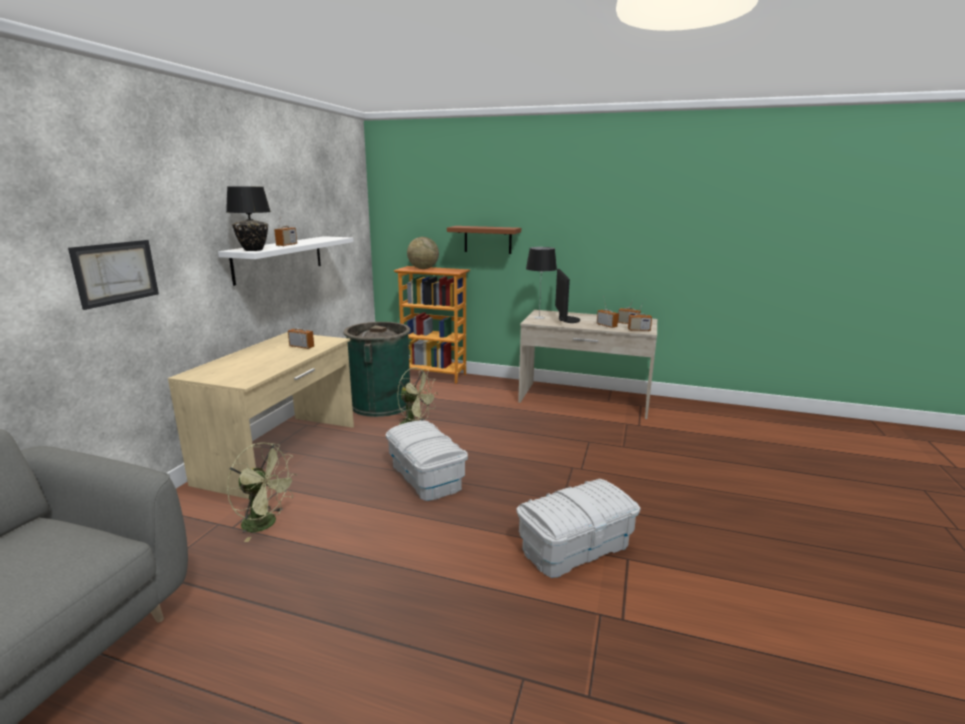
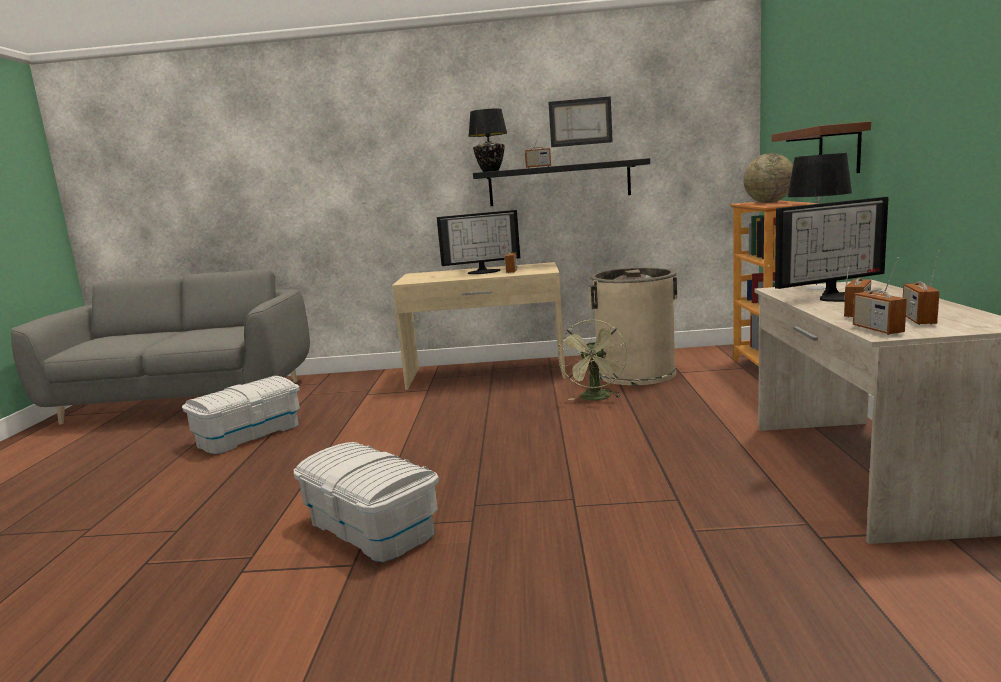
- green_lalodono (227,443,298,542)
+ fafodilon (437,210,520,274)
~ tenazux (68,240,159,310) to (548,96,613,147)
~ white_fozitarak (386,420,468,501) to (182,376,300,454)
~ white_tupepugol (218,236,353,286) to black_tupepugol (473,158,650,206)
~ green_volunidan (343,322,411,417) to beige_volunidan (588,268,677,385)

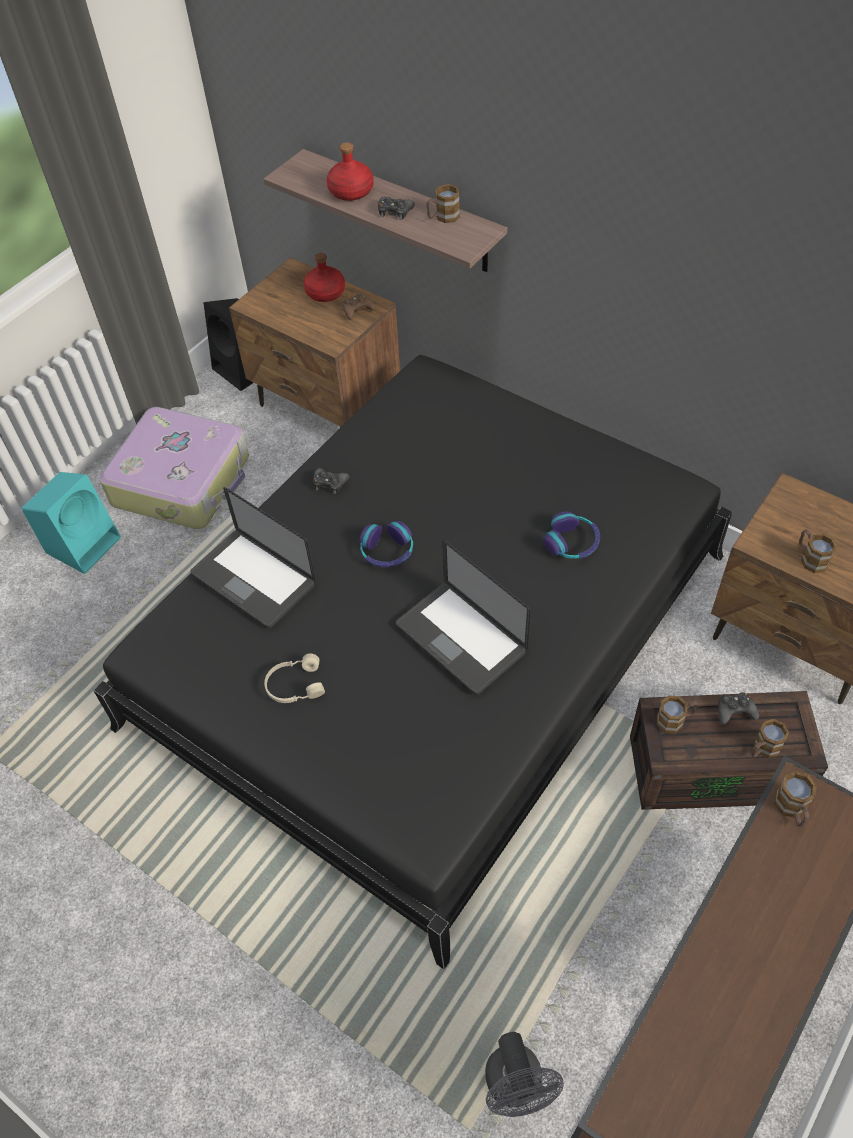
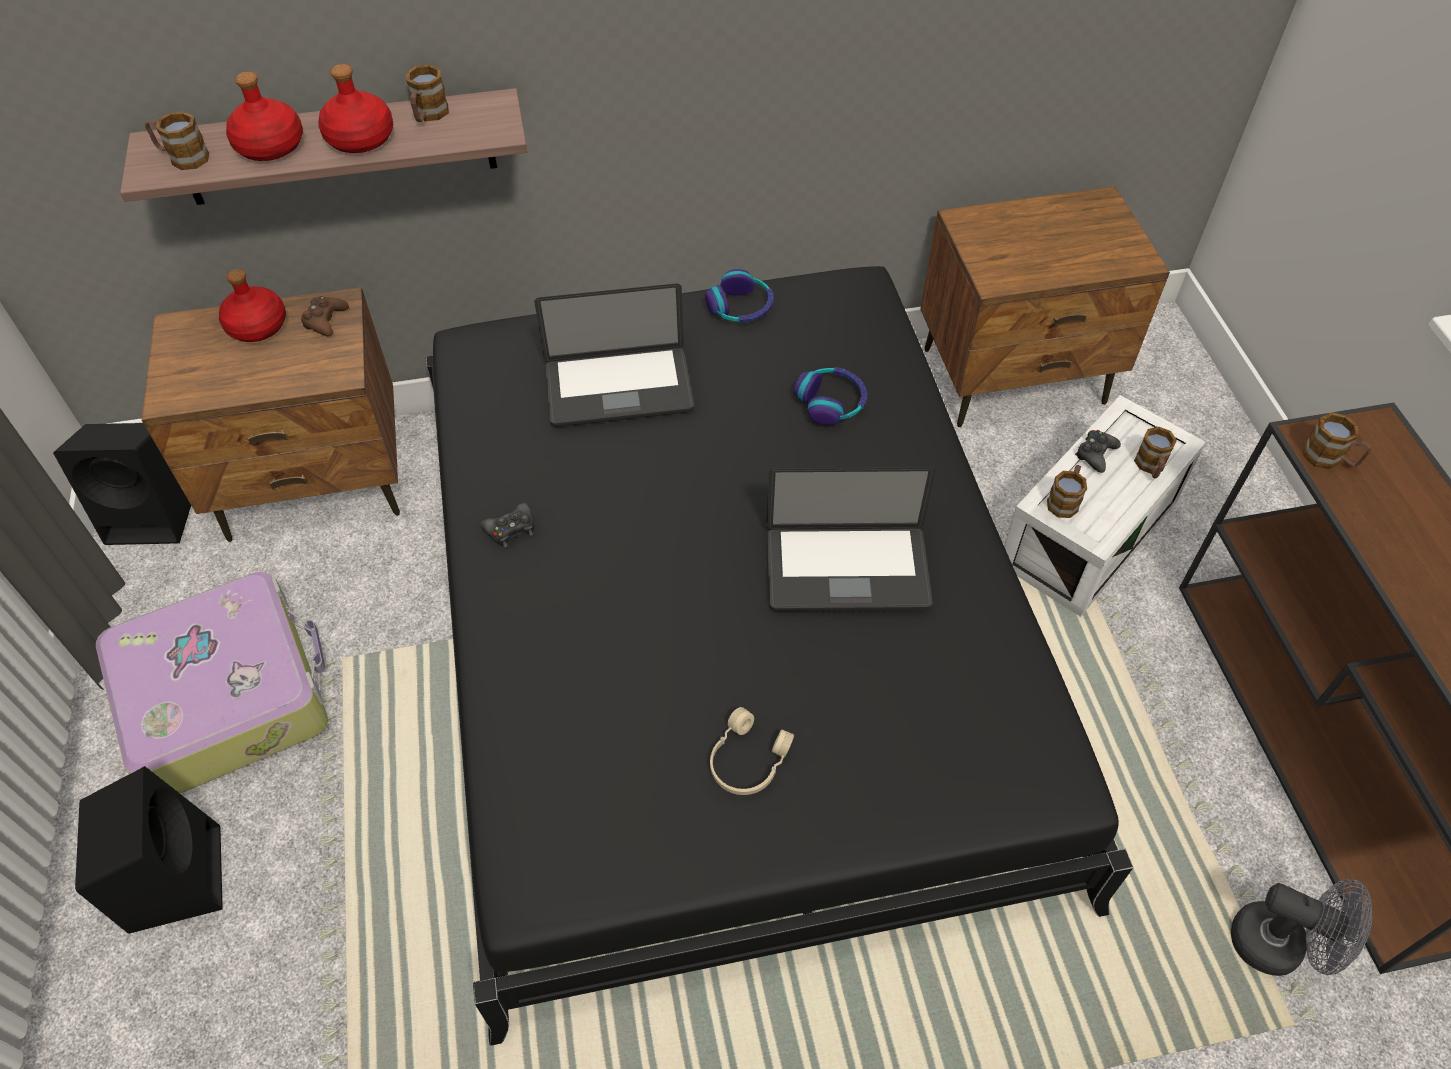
~ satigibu (190,487,316,628) to (534,283,694,427)
~ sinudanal (359,521,413,567) to (705,269,774,322)
~ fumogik (799,529,837,573) to (145,111,209,170)
~ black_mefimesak (378,197,415,220) to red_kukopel (318,64,393,153)
~ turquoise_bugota (22,472,121,574) to black_bugota (75,766,223,934)
~ brown_fozitarak (630,691,828,810) to white_fozitarak (1004,395,1206,617)

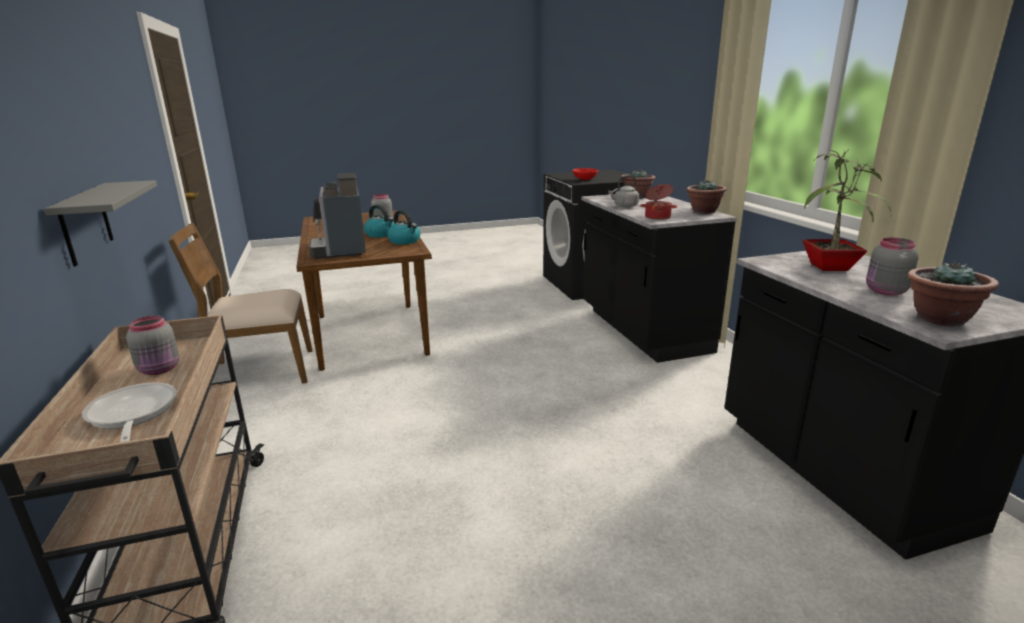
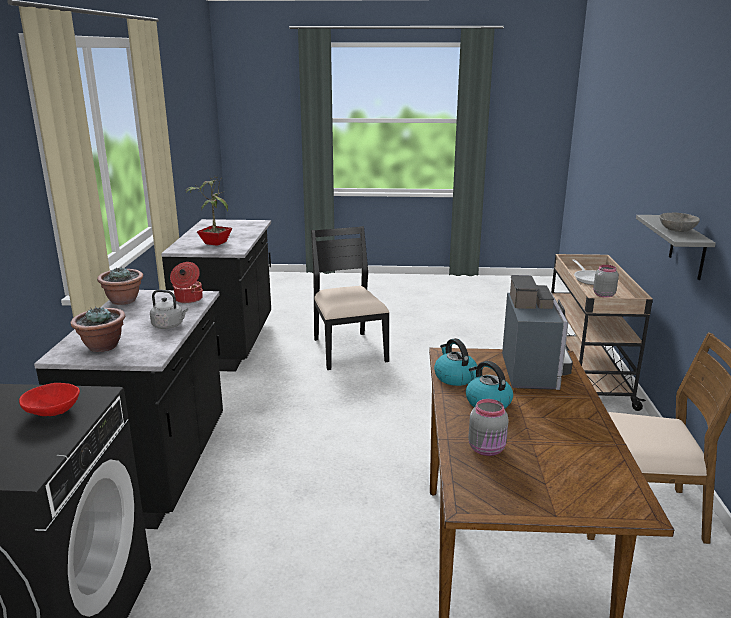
- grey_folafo (866,238,919,296)
- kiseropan (908,261,999,326)
+ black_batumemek (311,226,390,370)
+ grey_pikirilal (659,213,700,232)

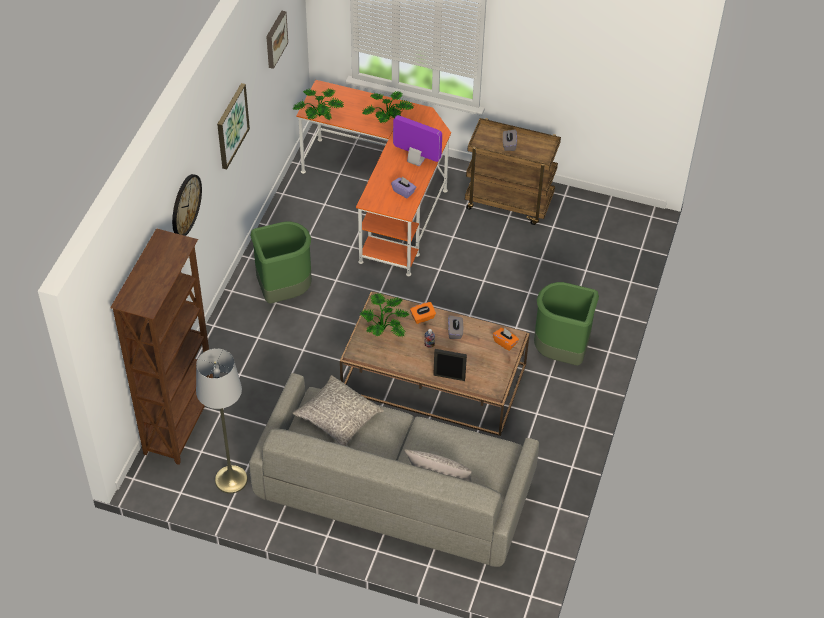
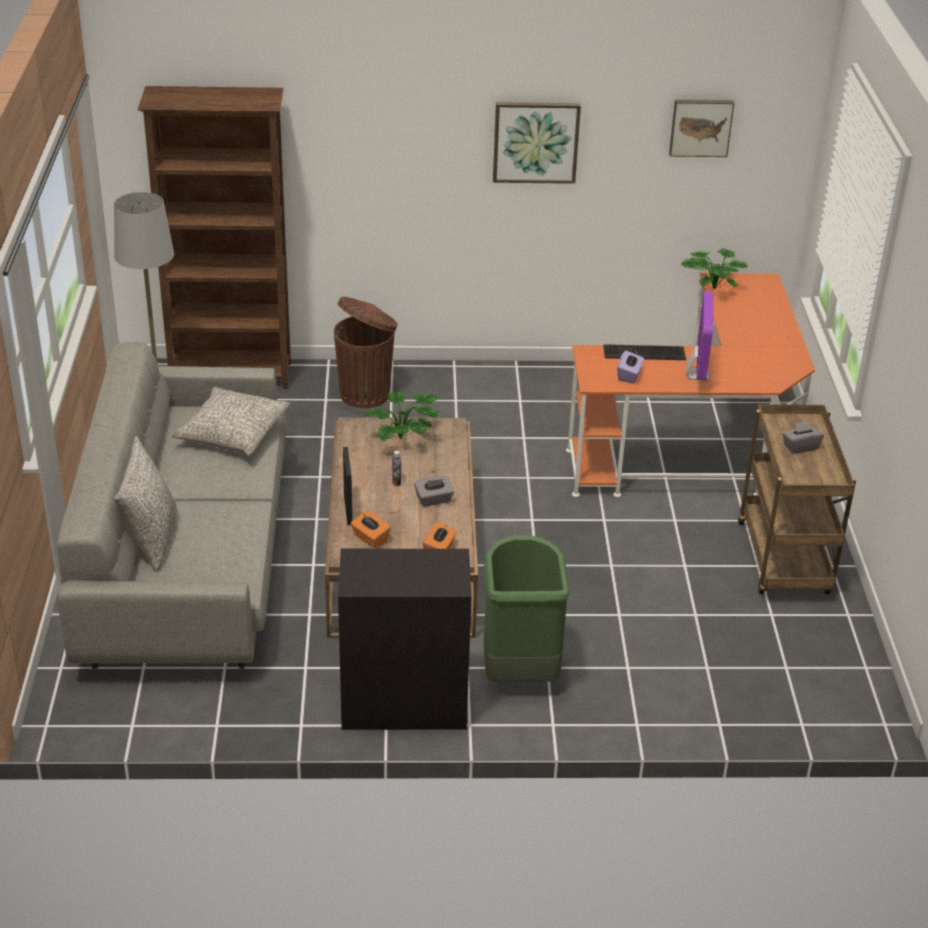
- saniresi (172,174,202,236)
- green_volunidan (250,221,312,304)
- kiseropan (362,91,414,123)
+ brown_volunidan (334,297,398,408)
+ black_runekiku (338,549,472,730)
+ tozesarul (603,344,686,360)
~ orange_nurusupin (410,302,436,324) to (351,510,391,548)

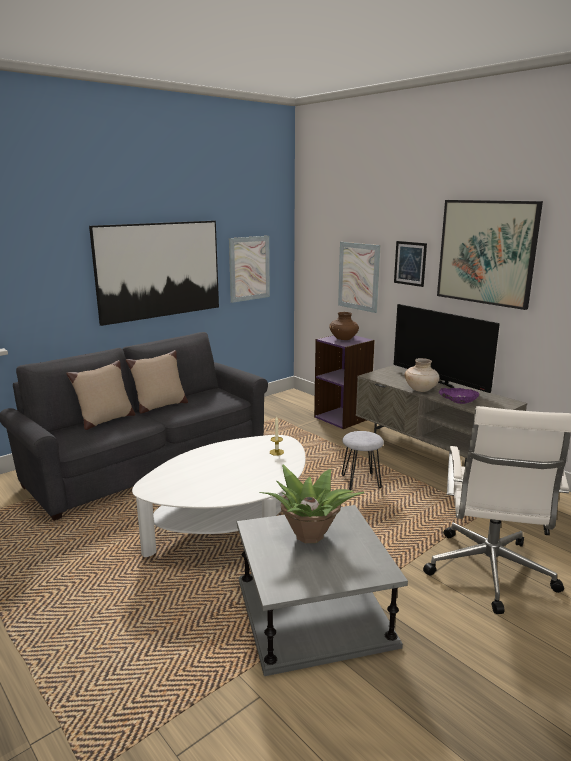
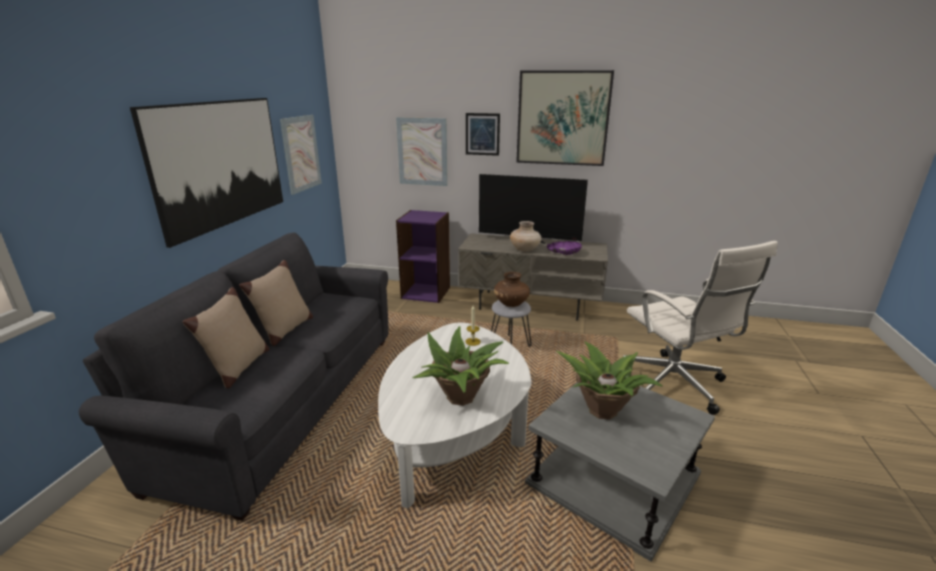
+ kiseropan (412,326,509,406)
~ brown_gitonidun (329,312,359,340) to (494,272,530,307)

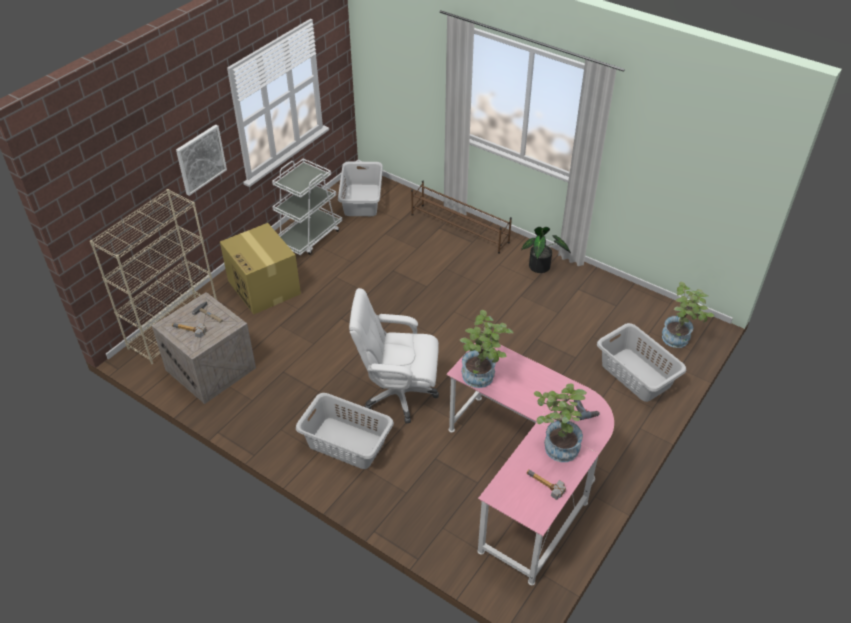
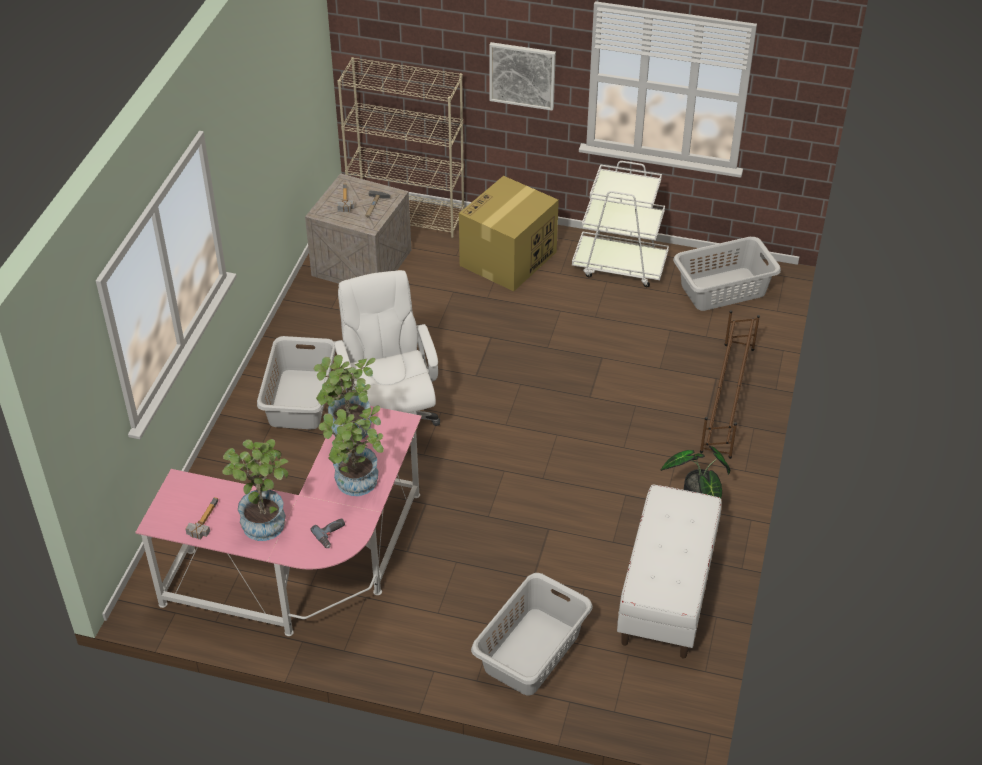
+ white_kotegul (617,485,722,658)
~ kiseropan (662,282,715,348) to (318,405,384,496)

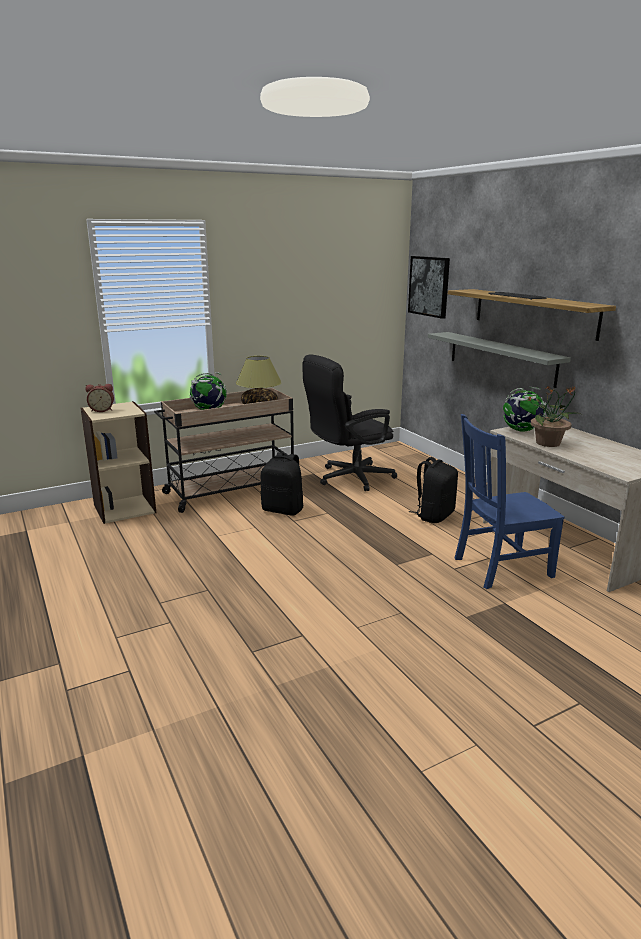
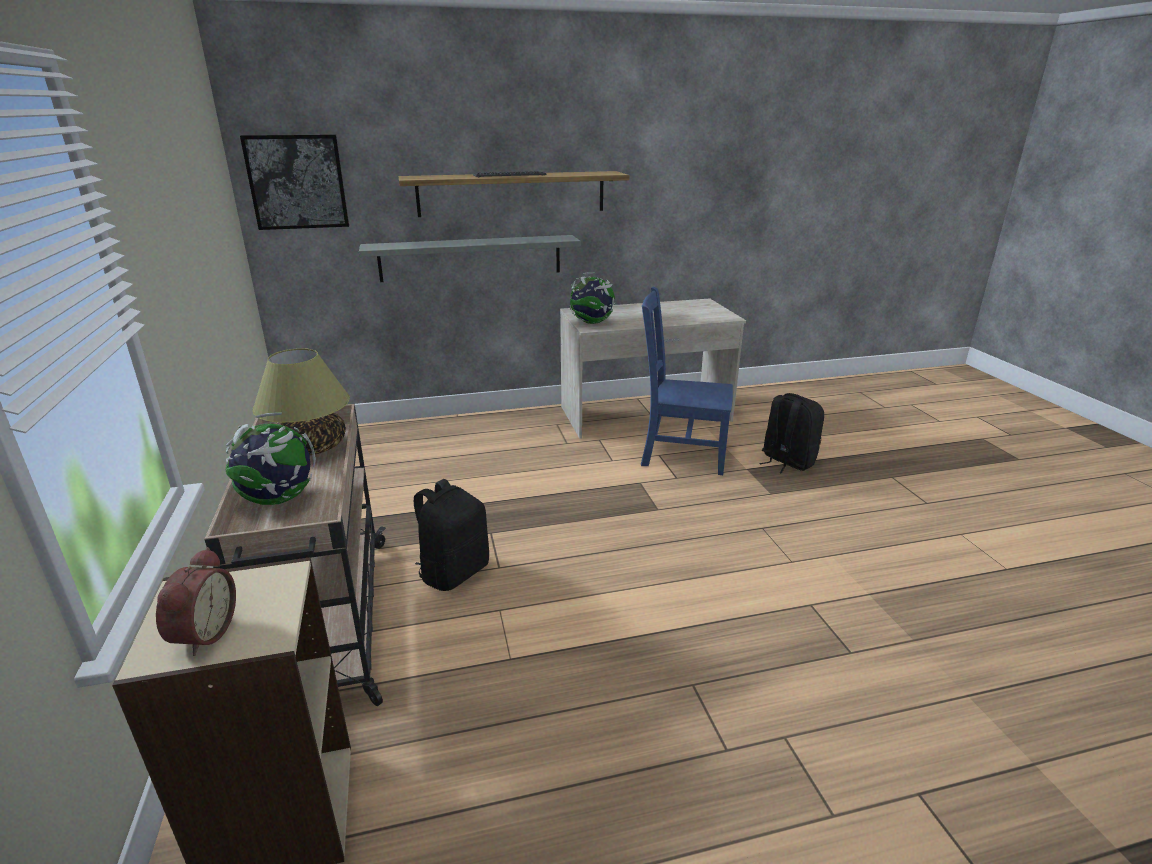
- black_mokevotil (302,354,397,491)
- kiseropan (528,386,581,447)
~ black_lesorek (409,457,458,523) to (759,393,824,474)
~ blue_batumemek (455,414,565,589) = (641,287,733,475) 105 degrees clockwise

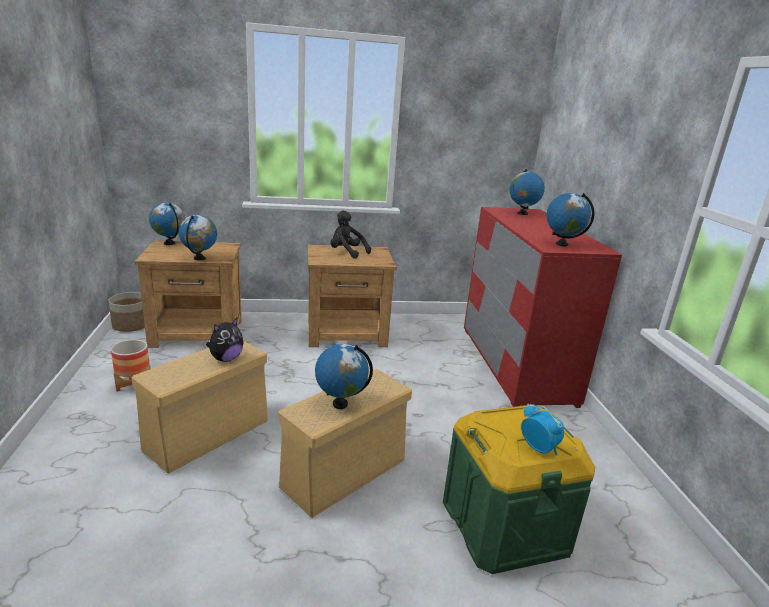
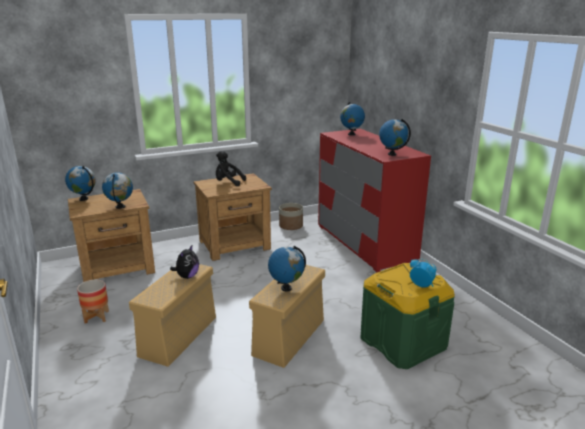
~ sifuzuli (108,292,145,332) to (279,203,303,230)

